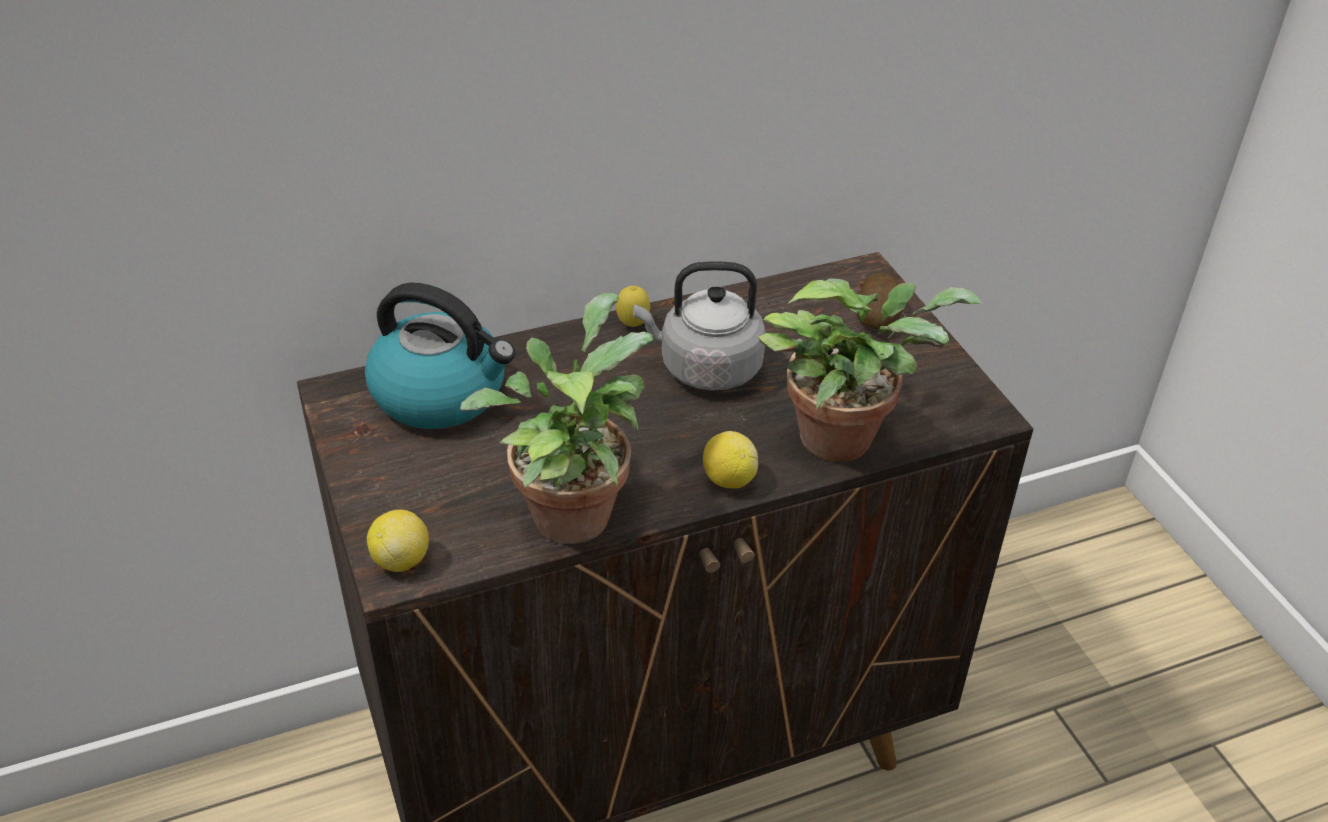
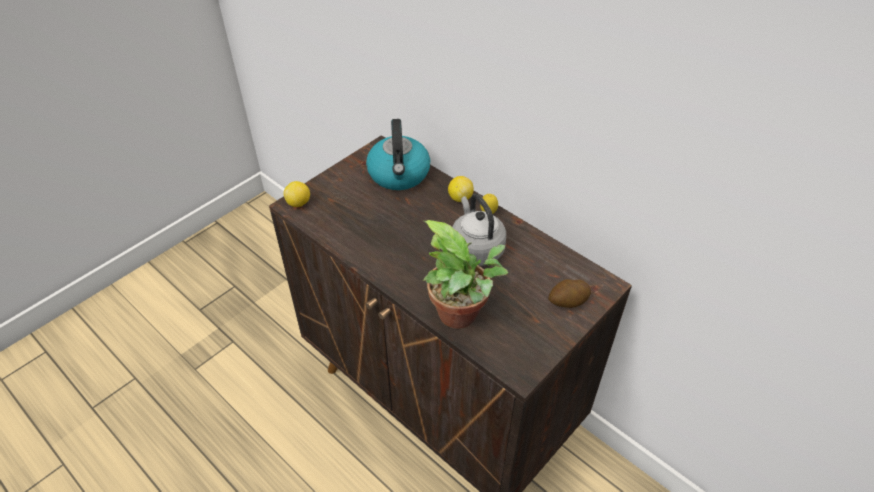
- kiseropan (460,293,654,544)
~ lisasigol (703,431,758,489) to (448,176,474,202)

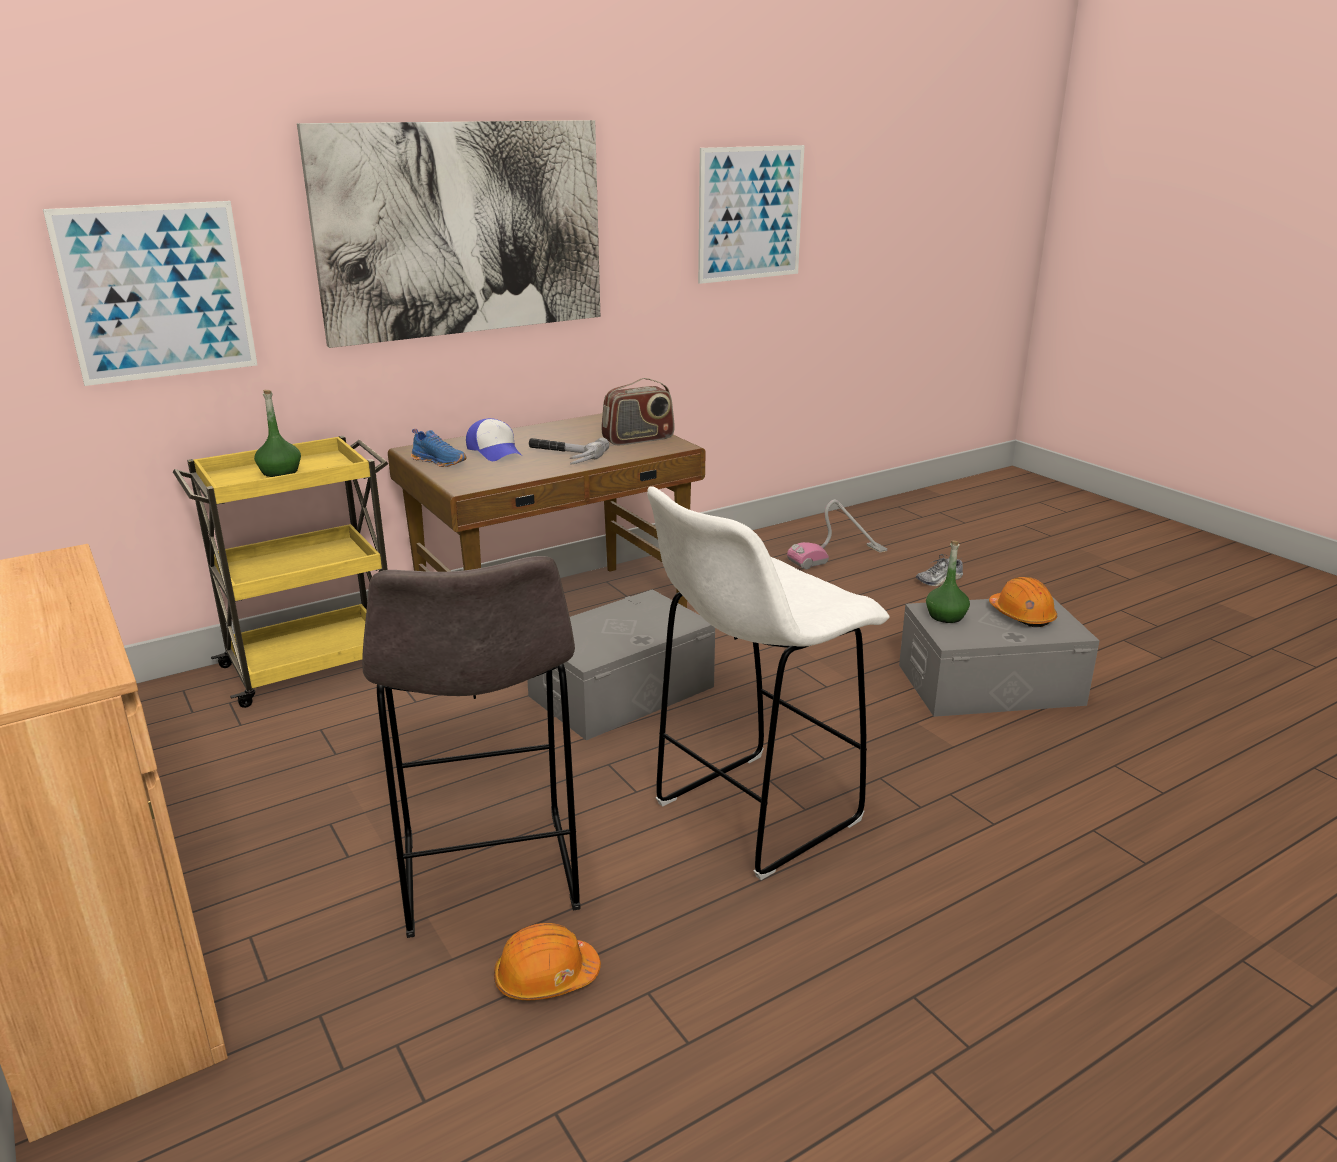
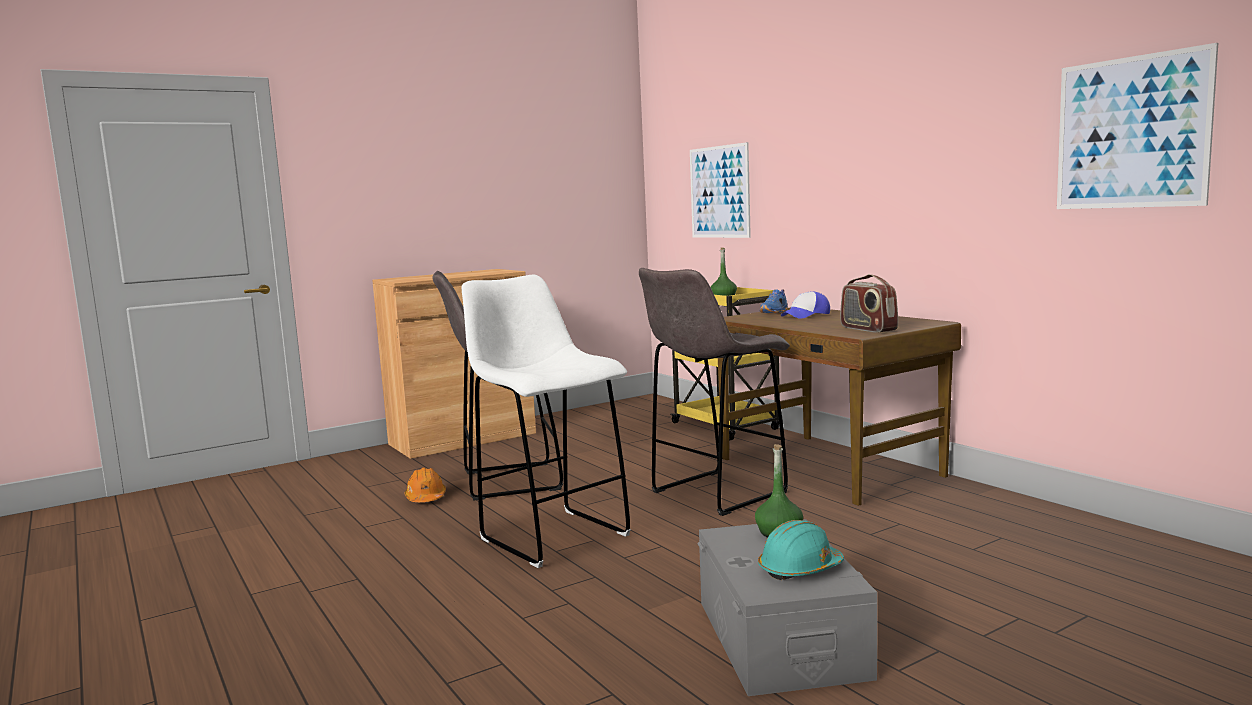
- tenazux (297,120,600,348)
- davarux (529,438,609,465)
- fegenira (787,499,888,569)
- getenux (916,554,963,586)
~ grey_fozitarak (527,589,715,740) to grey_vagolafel (639,268,790,516)
~ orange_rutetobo (989,577,1057,627) to turquoise_rutetobo (758,520,844,580)

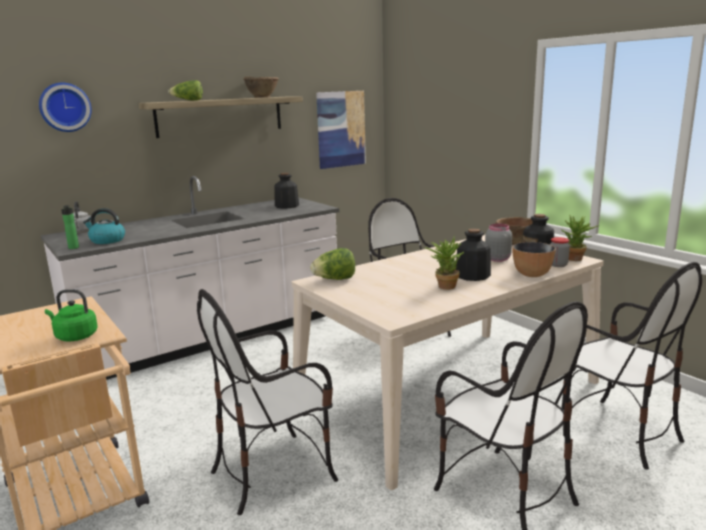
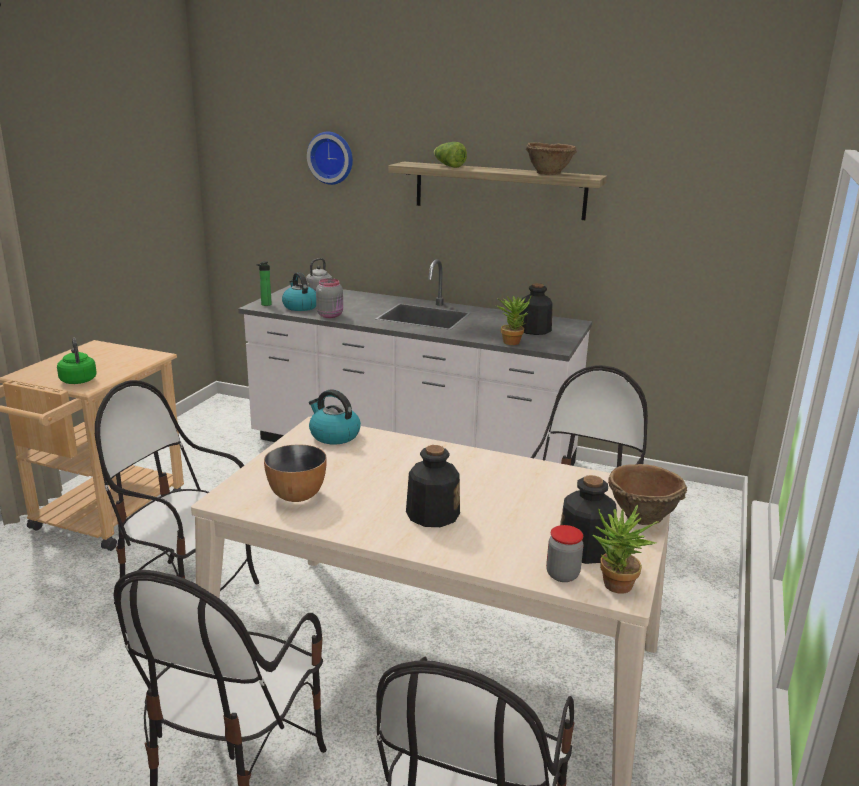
- tenazux (316,91,366,169)
~ kiseropan (425,237,464,290) to (496,296,531,345)
~ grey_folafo (485,223,512,262) to (316,278,343,318)
~ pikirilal (512,242,556,277) to (264,444,327,502)
~ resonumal (310,248,355,280) to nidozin (309,390,361,444)

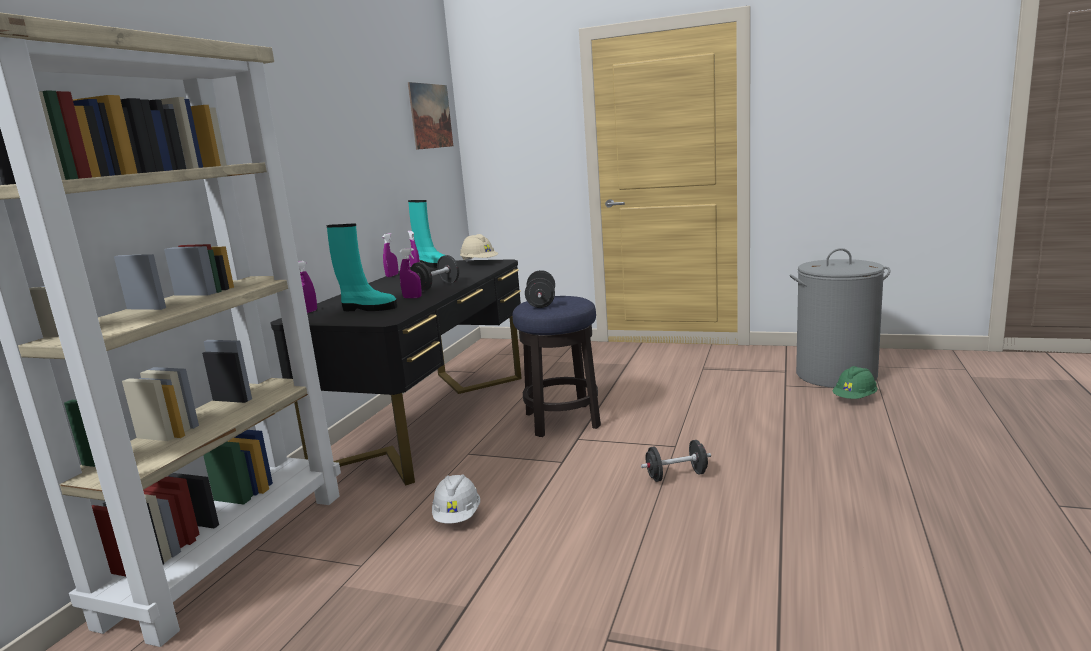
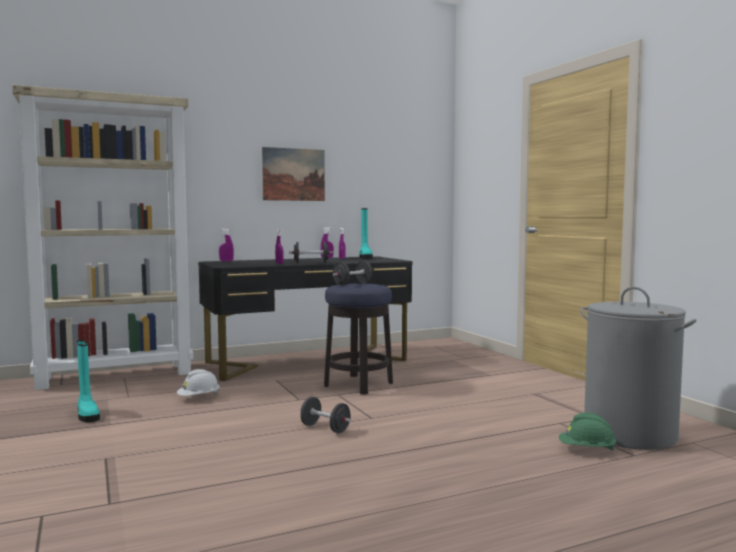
- beige_rutetobo (460,234,498,262)
~ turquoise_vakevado (327,224,397,311) to (77,340,100,423)
~ tenazux (408,82,453,150) to (262,147,325,201)

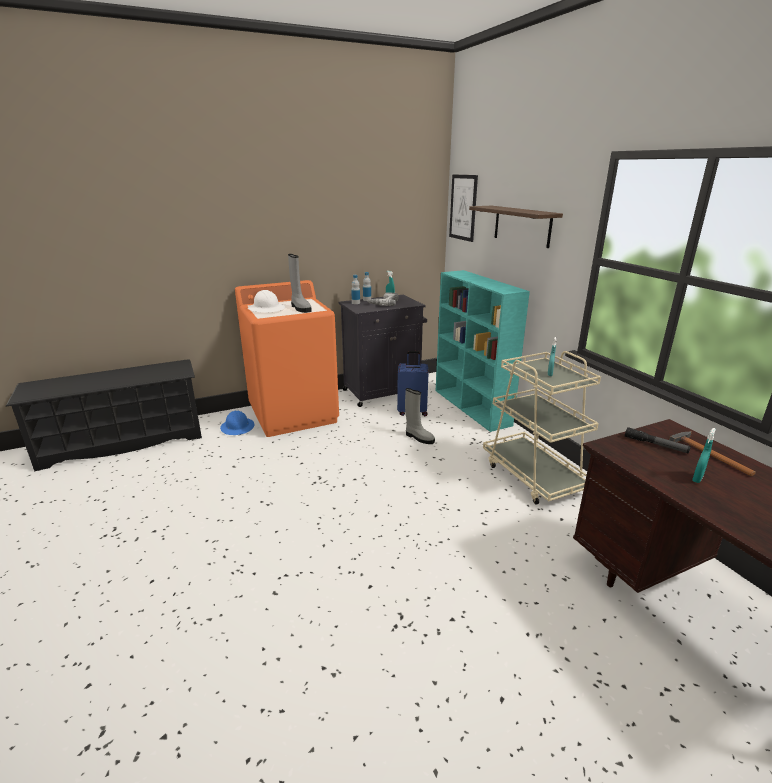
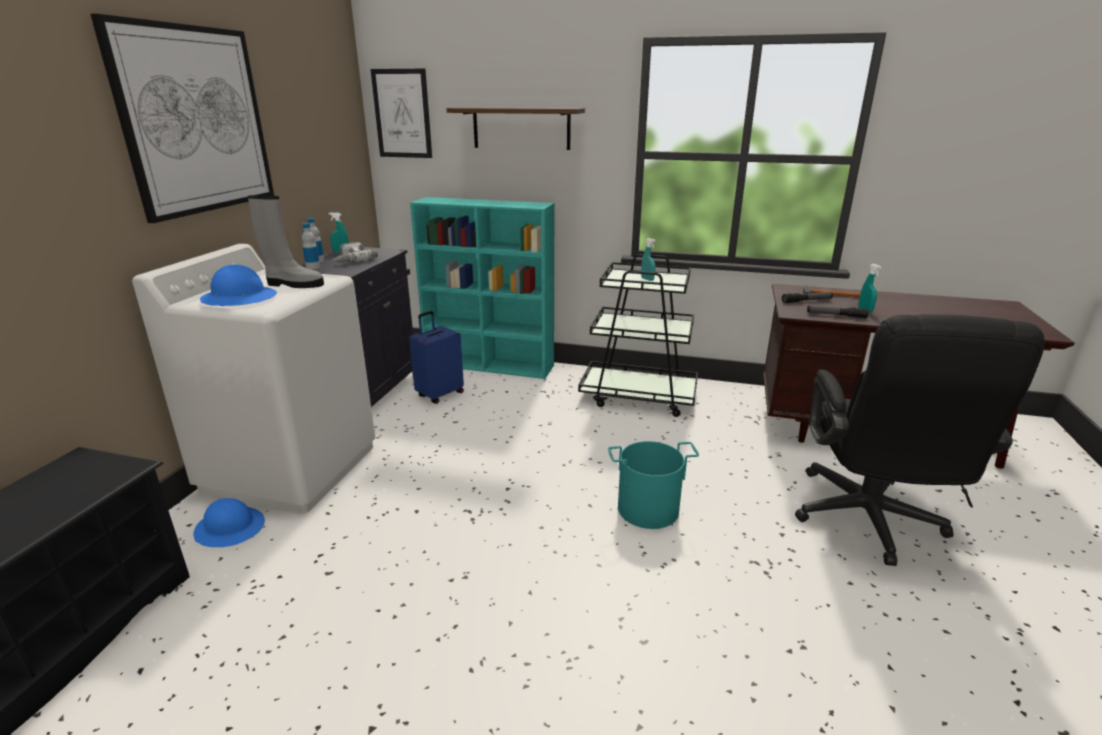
- grey_vakevado (405,388,435,444)
+ tenazux (90,14,274,223)
+ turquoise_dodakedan (608,441,699,529)
+ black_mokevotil (795,314,1045,566)
+ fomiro (807,305,869,318)
~ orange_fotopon (235,280,339,437) to white_fotopon (132,244,375,513)
~ white_rutetobo (248,290,285,313) to blue_rutetobo (200,265,277,306)
~ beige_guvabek (483,351,601,505) to black_guvabek (578,254,698,417)

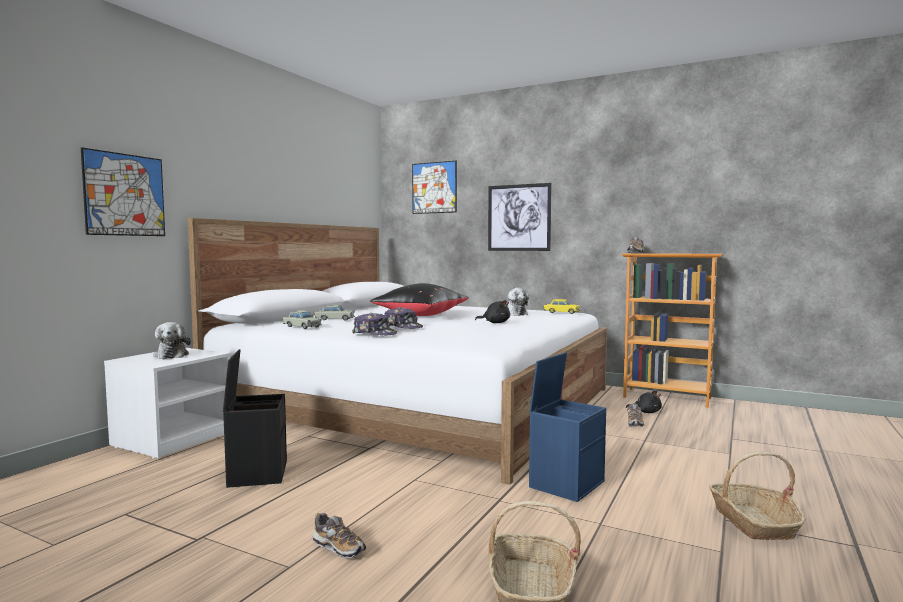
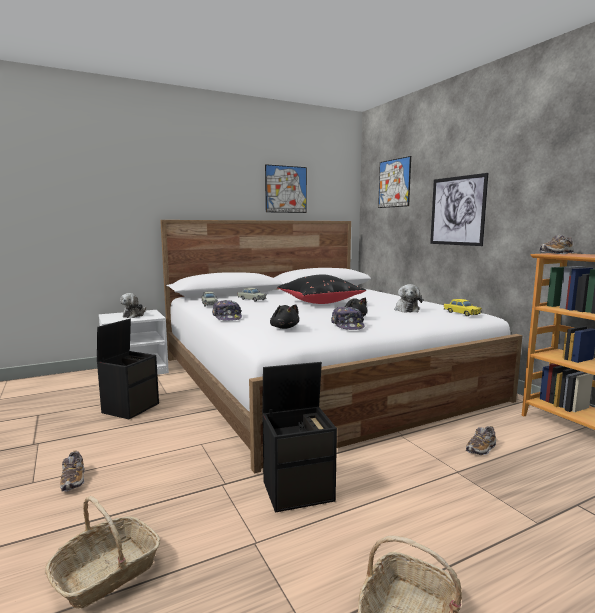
~ tenazux (81,147,165,236) to (265,164,307,213)
~ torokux (384,307,423,329) to (331,306,365,330)
~ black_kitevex (626,390,662,413) to (270,304,299,329)
~ blue_fozitarak (529,352,606,502) to black_fozitarak (262,362,337,512)

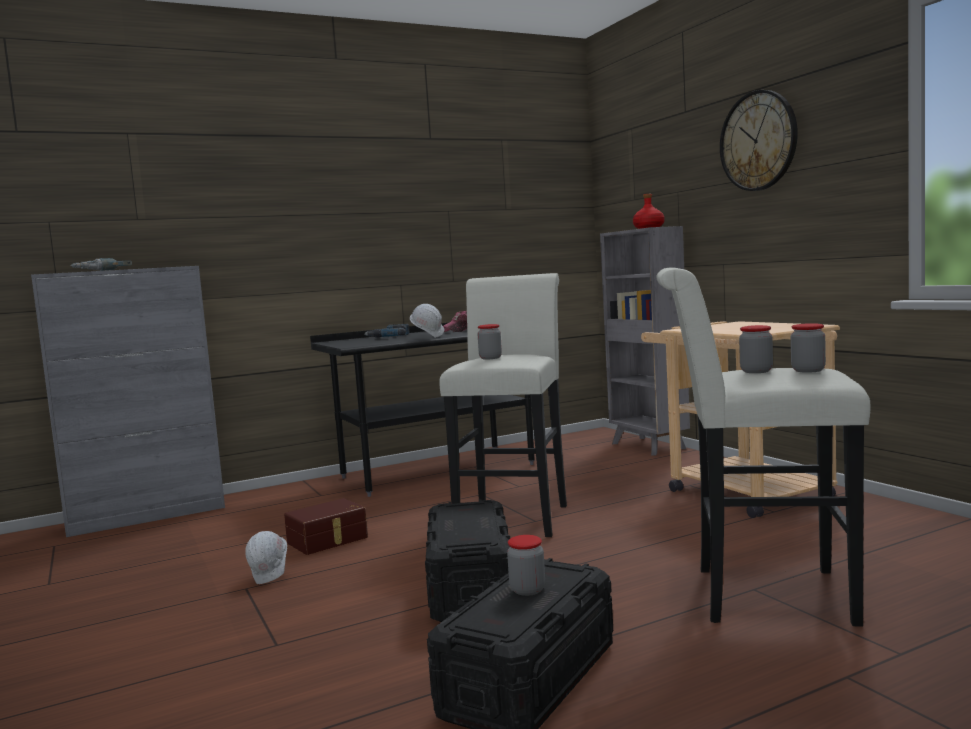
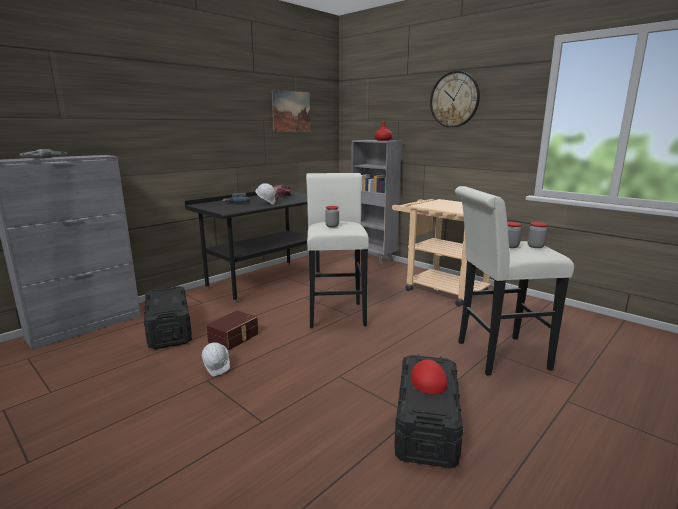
+ tenazux (272,90,310,132)
~ black_fozitarak (425,500,510,622) to (144,286,192,349)
~ folafo (507,535,545,596) to red_torokux (411,359,447,395)

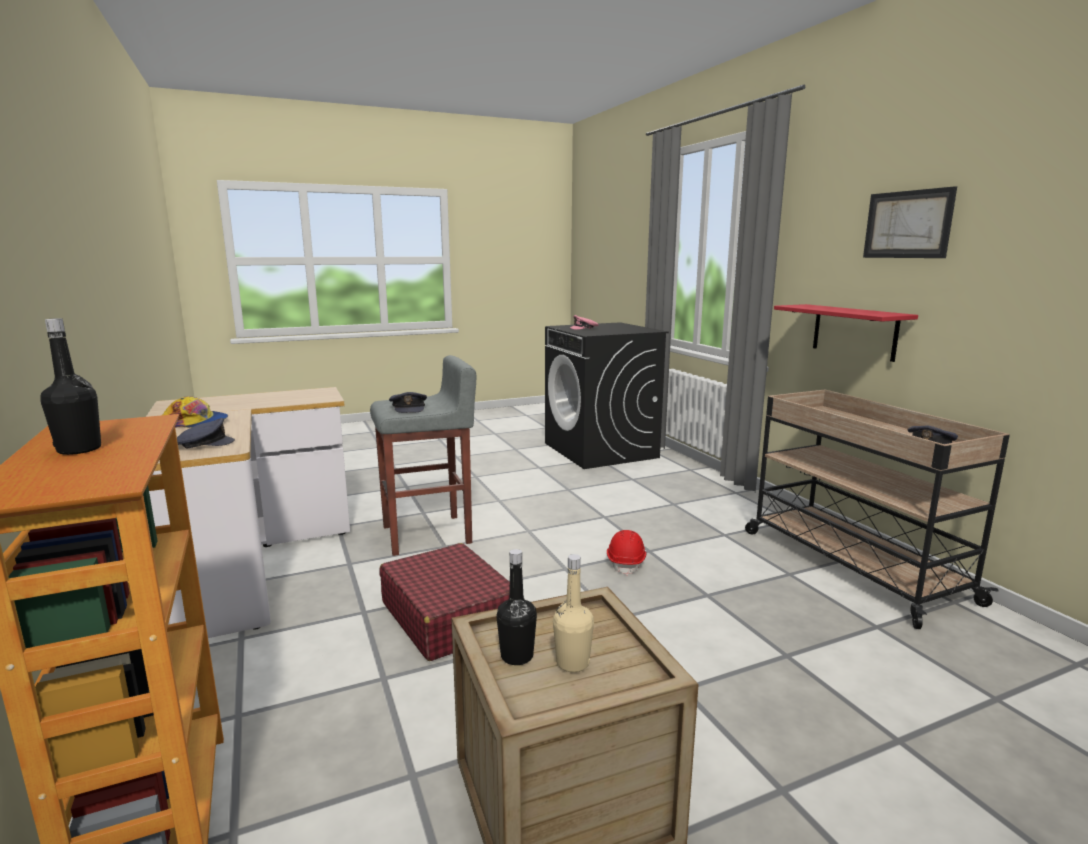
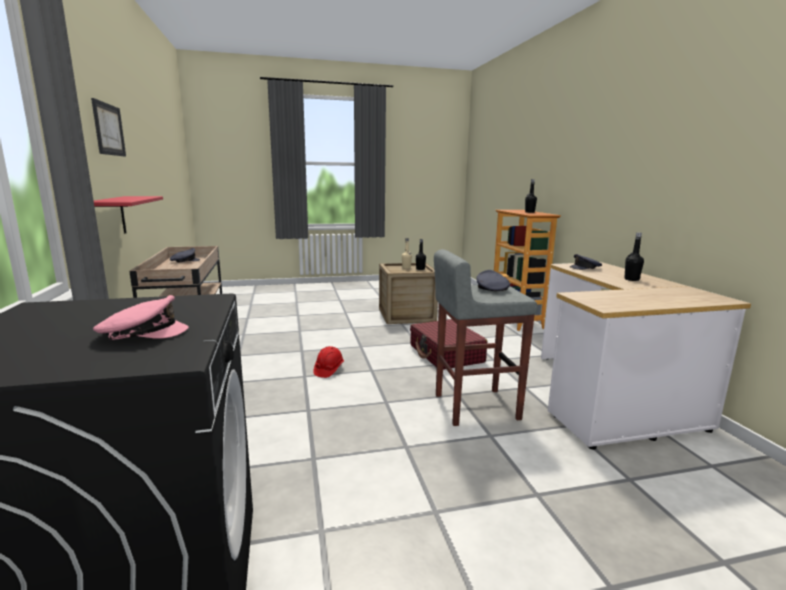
~ torokux (163,396,228,428) to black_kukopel (624,232,644,281)

